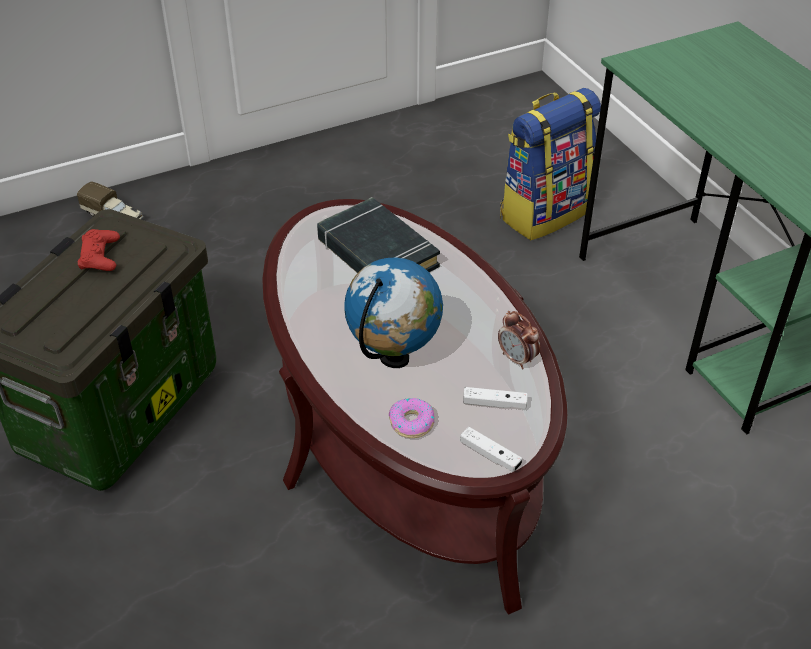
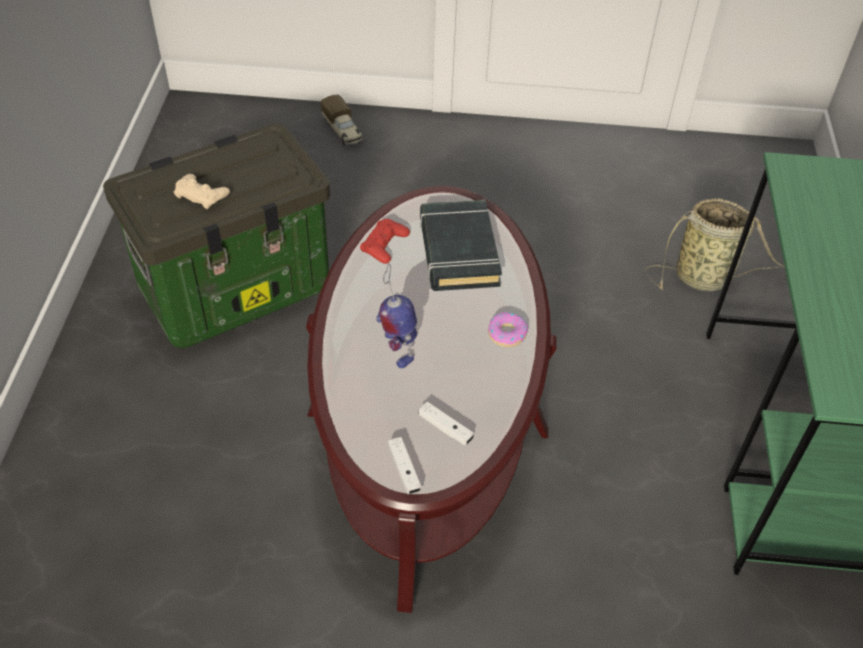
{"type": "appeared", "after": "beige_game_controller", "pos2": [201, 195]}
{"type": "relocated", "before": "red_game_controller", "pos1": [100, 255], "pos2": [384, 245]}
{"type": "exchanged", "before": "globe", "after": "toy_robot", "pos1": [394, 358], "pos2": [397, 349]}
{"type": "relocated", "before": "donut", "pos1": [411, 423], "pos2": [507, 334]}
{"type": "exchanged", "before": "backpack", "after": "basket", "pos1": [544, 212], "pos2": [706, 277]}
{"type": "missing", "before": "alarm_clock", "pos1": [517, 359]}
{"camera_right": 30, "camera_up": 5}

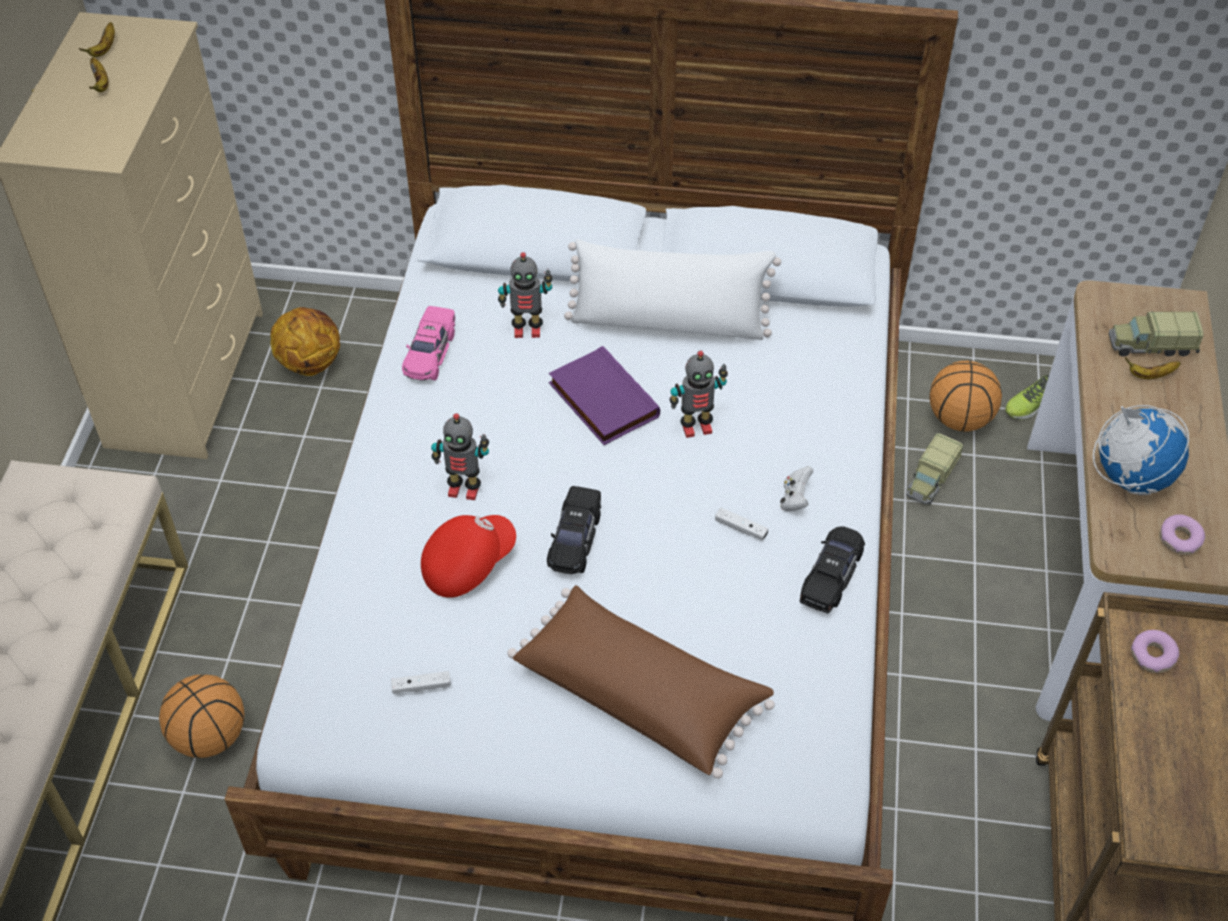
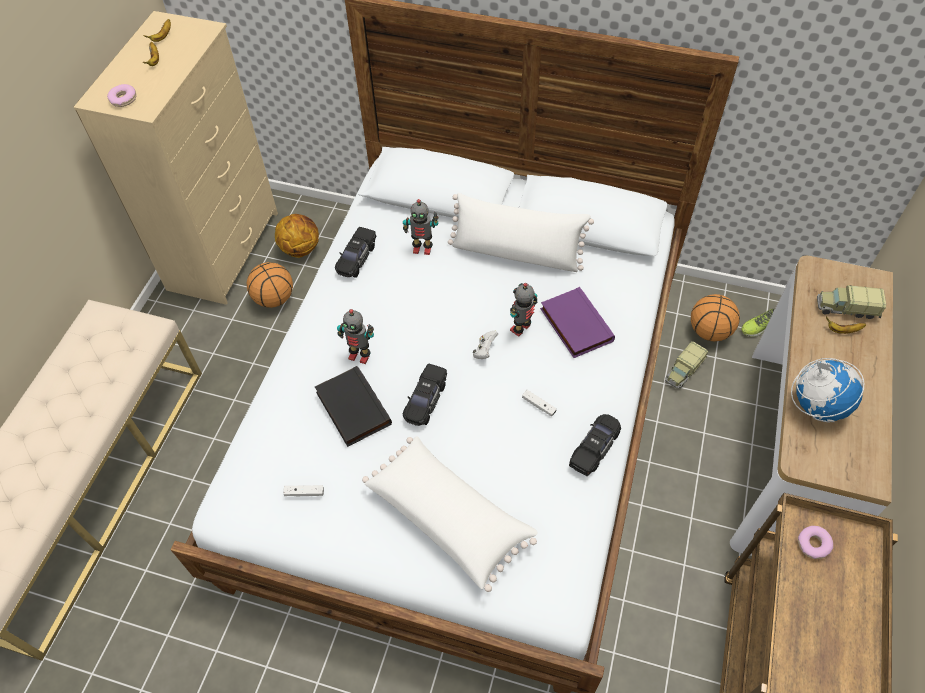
{"type": "relocated", "before": "donut", "pos1": [1179, 539], "pos2": [123, 99]}
{"type": "relocated", "before": "basketball", "pos1": [210, 735], "pos2": [274, 298]}
{"type": "exchanged", "before": "red_cap", "after": "black_book", "pos1": [467, 563], "pos2": [351, 408]}
{"type": "colour", "before": "pink_toy_car", "after": "black_toy_car", "pos1": [430, 353], "pos2": [356, 258]}
{"type": "colour", "before": "brown_pillow", "after": "white_pillow", "pos1": [640, 693], "pos2": [449, 516]}
{"type": "relocated", "before": "white_game_controller", "pos1": [795, 499], "pos2": [484, 351]}
{"type": "spun", "before": "toy_robot", "pos1": [696, 427], "pos2": [521, 329], "turn": 135}
{"type": "relocated", "before": "purple_book", "pos1": [601, 400], "pos2": [574, 325]}
{"camera_right": 10, "camera_up": 5}

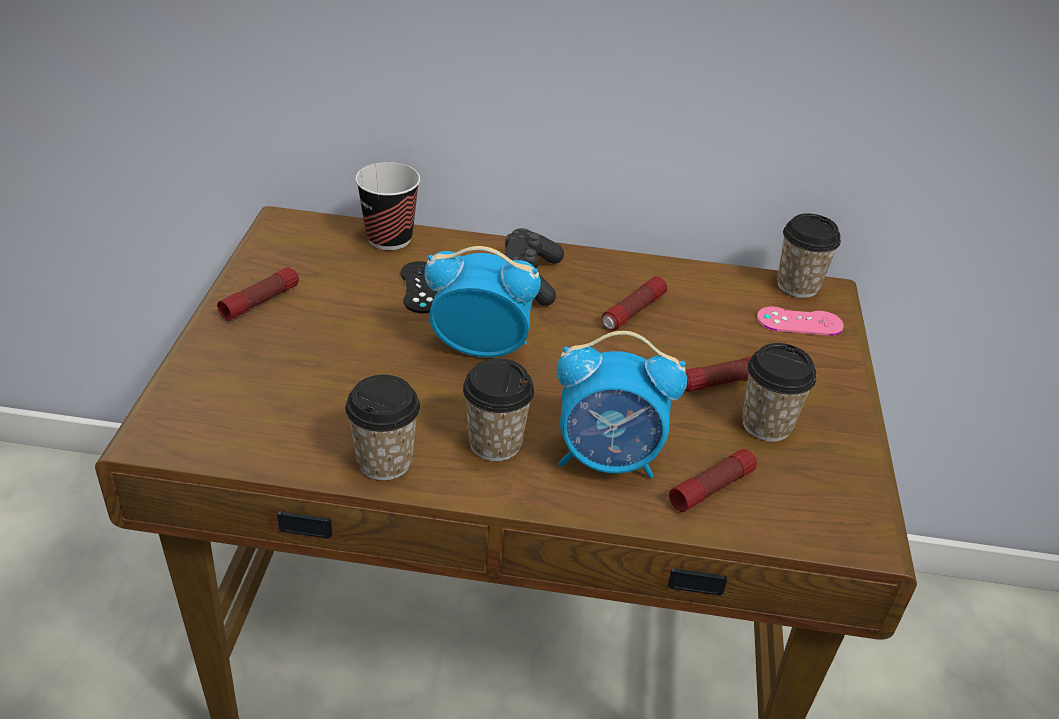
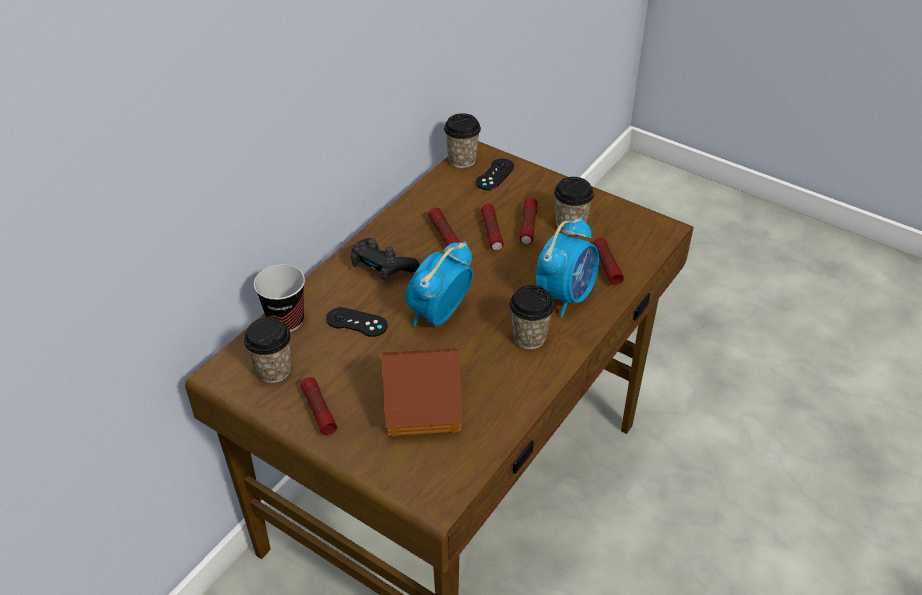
{"type": "relocated", "before": "cup", "pos1": [384, 461], "pos2": [273, 370]}
{"type": "appeared", "after": "toy_house", "pos2": [424, 404]}
{"type": "colour", "before": "pink_game_controller", "after": "black_game_controller", "pos1": [799, 322], "pos2": [495, 174]}
{"type": "appeared", "after": "flashlight", "pos2": [492, 232]}
{"camera_right": -60, "camera_up": 5}

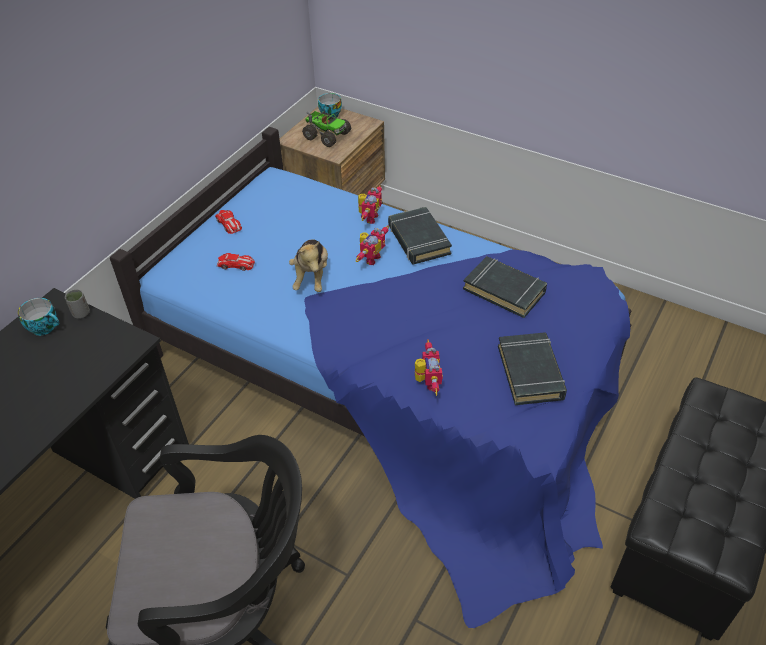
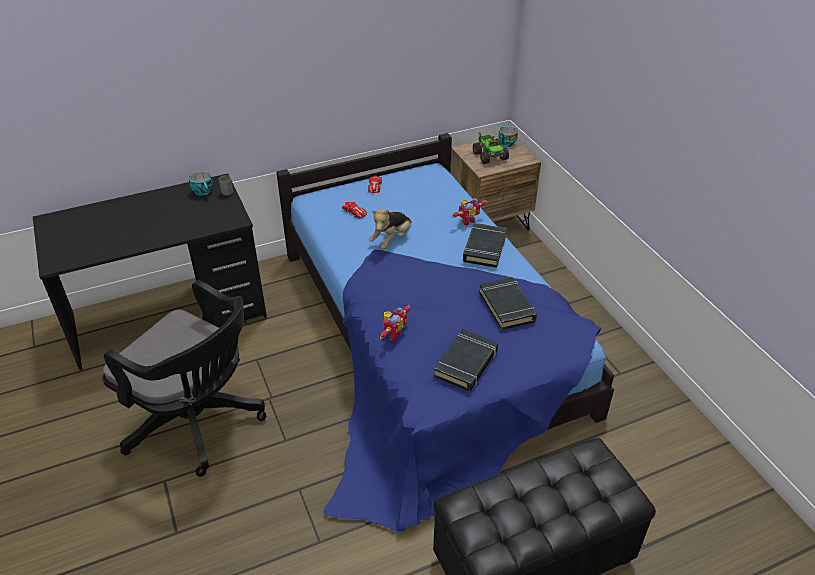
{"type": "missing", "before": "toy_robot", "pos1": [370, 258]}
{"camera_right": 35, "camera_up": -5}

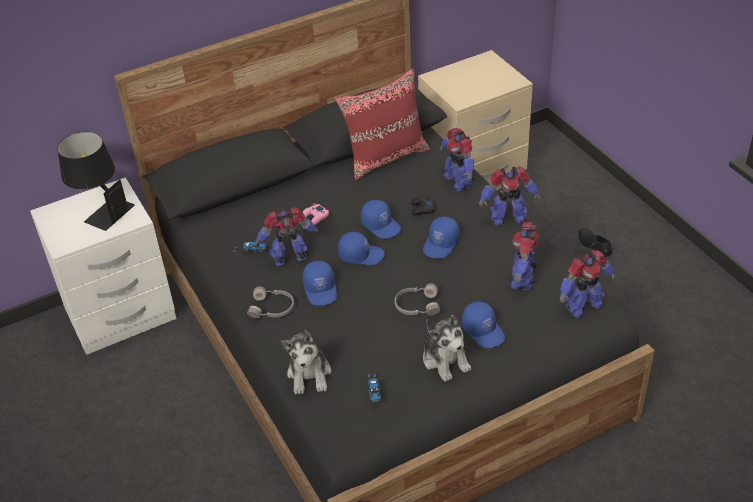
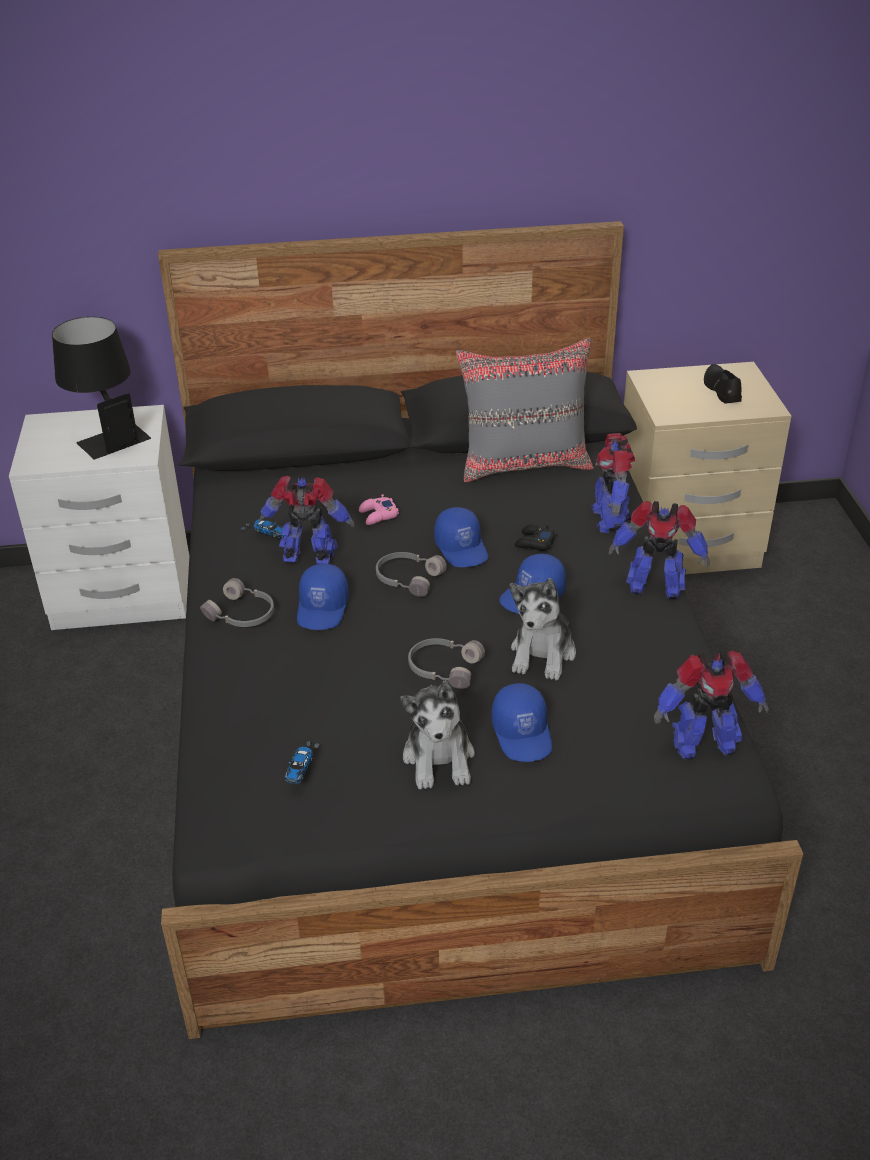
{"type": "exchanged", "before": "blue_cap", "after": "grey_headphones", "pos1": [361, 255], "pos2": [408, 578]}
{"type": "colour", "before": "red_pillow", "after": "grey_pillow", "pos1": [386, 157], "pos2": [525, 464]}
{"type": "relocated", "before": "plush_toy", "pos1": [309, 374], "pos2": [543, 653]}
{"type": "relocated", "before": "black_shoe", "pos1": [594, 245], "pos2": [721, 389]}
{"type": "missing", "before": "toy_robot", "pos1": [523, 278]}
{"camera_right": 20, "camera_up": -5}

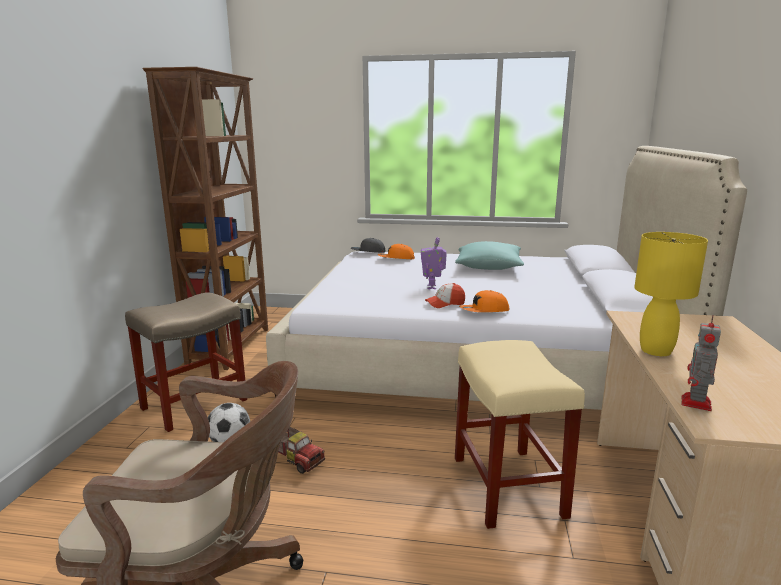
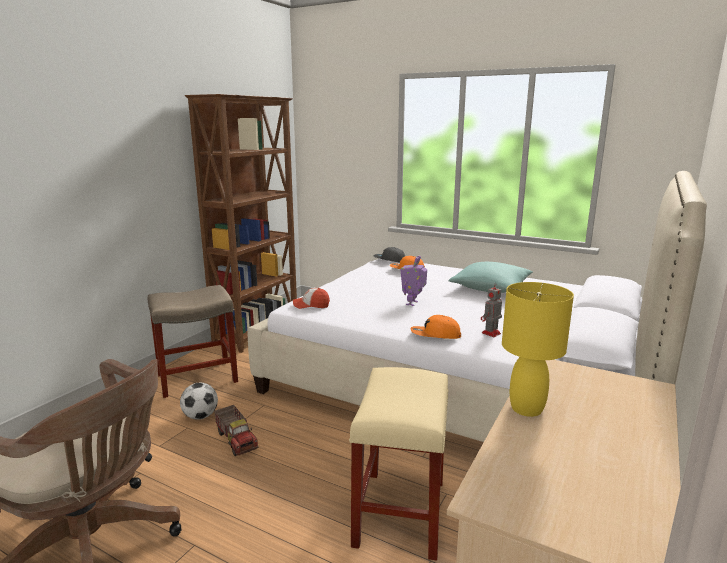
{"type": "relocated", "before": "cap", "pos1": [445, 303], "pos2": [311, 305]}
{"type": "relocated", "before": "toy_robot", "pos1": [696, 404], "pos2": [490, 333]}
{"camera_right": 20, "camera_up": 0}

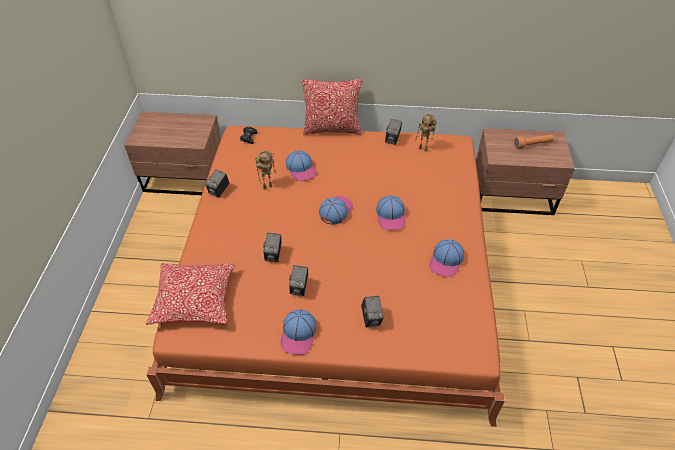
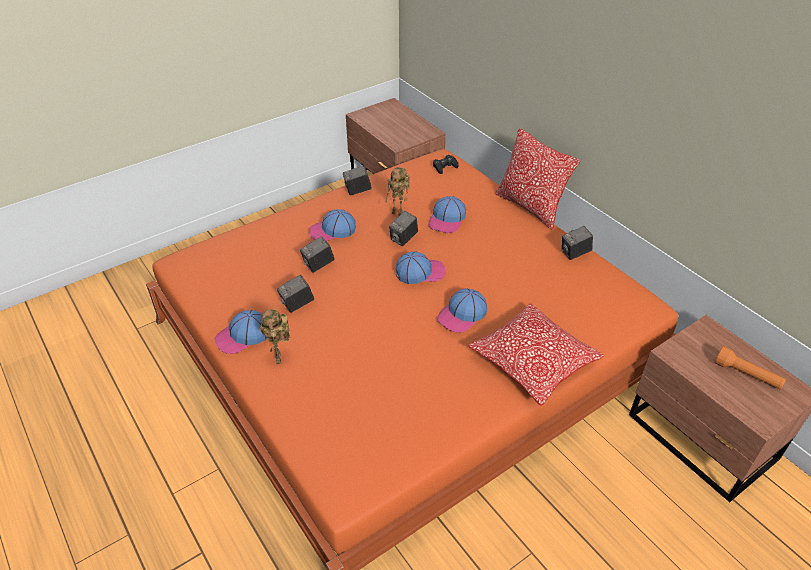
{"type": "relocated", "before": "toy_robot", "pos1": [424, 149], "pos2": [280, 359]}
{"type": "relocated", "before": "cap", "pos1": [446, 261], "pos2": [332, 230]}
{"type": "relocated", "before": "photo_camera", "pos1": [371, 318], "pos2": [403, 239]}
{"type": "relocated", "before": "pillow", "pos1": [195, 300], "pos2": [533, 362]}
{"camera_right": 50, "camera_up": -5}

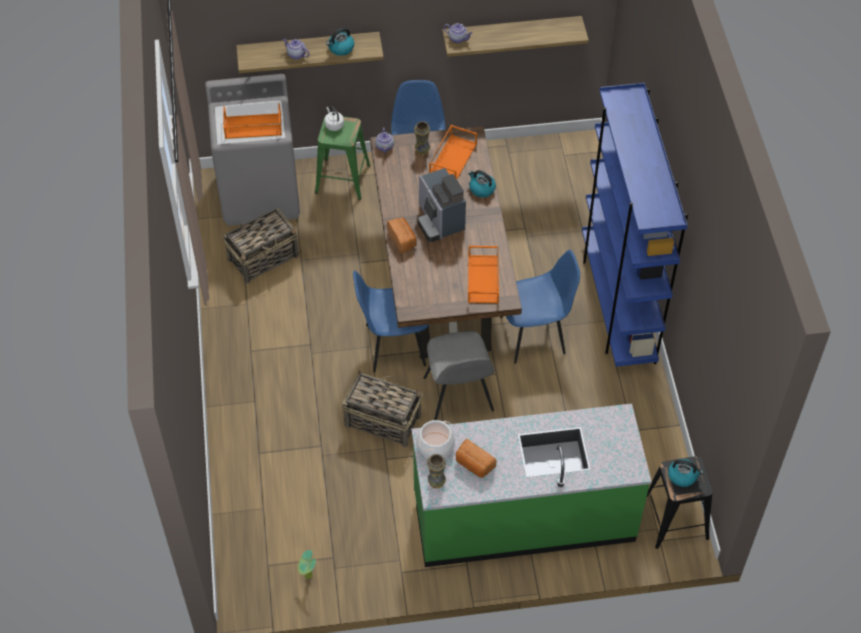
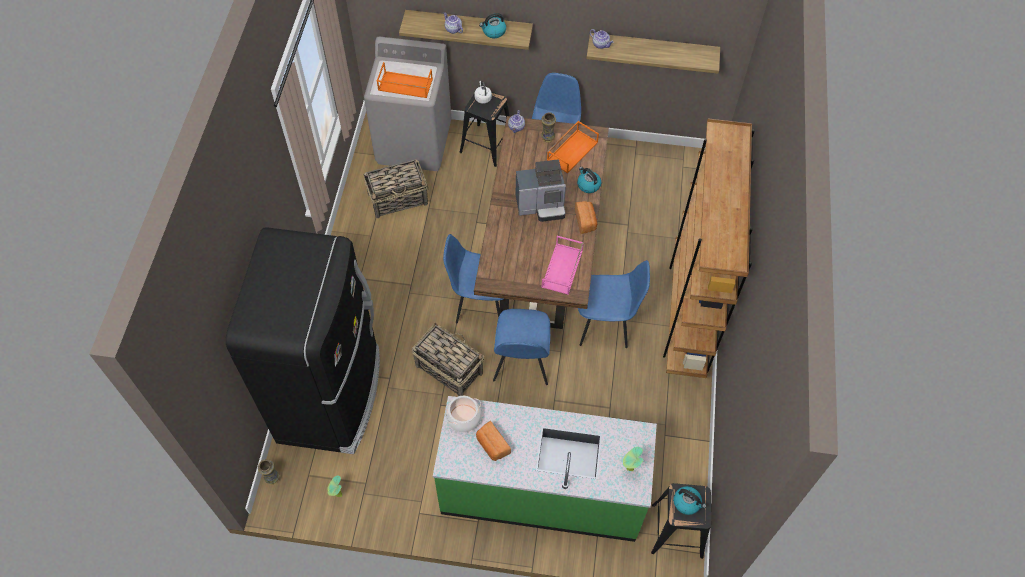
{"type": "appeared", "after": "black_fridge", "pos2": [331, 394]}
{"type": "relocated", "before": "vase", "pos1": [436, 482], "pos2": [272, 478]}
{"type": "colour", "before": "green_stool", "after": "black_stool", "pos1": [342, 178], "pos2": [486, 145]}
{"type": "colour", "before": "grey_chair", "after": "blue_chair", "pos1": [458, 396], "pos2": [521, 363]}
{"type": "spun", "before": "coffee_machine", "pos1": [439, 221], "pos2": [541, 206], "turn": -90}
{"type": "colour", "before": "orange_tray", "after": "pink_tray", "pos1": [484, 279], "pos2": [562, 269]}
{"type": "relocated", "before": "bread", "pos1": [402, 239], "pos2": [585, 221]}
{"type": "appeared", "after": "potted_plant", "pos2": [629, 470]}
{"type": "colour", "before": "blue_bookcase", "after": "brown_bookcase", "pos1": [617, 304], "pos2": [688, 314]}
{"camera_right": 15, "camera_up": 5}

